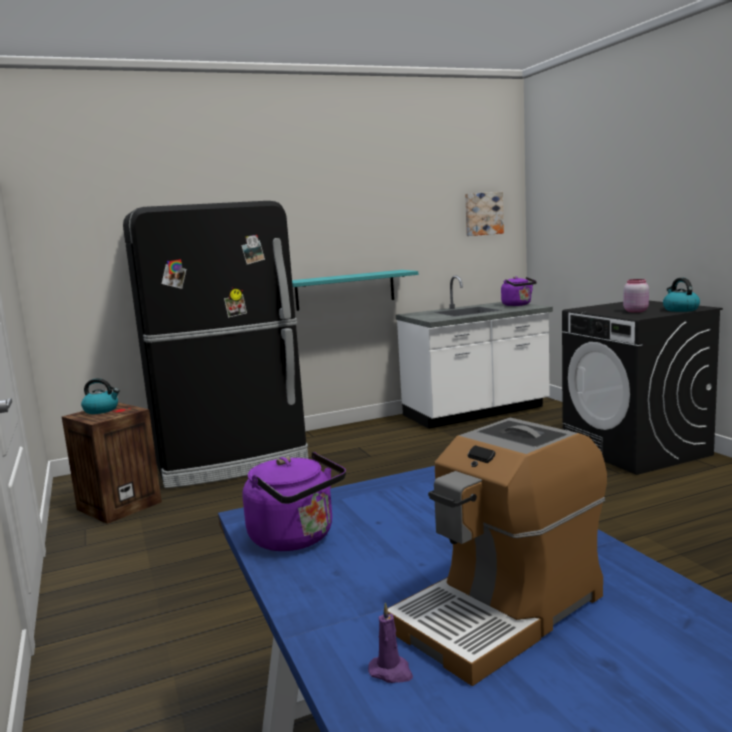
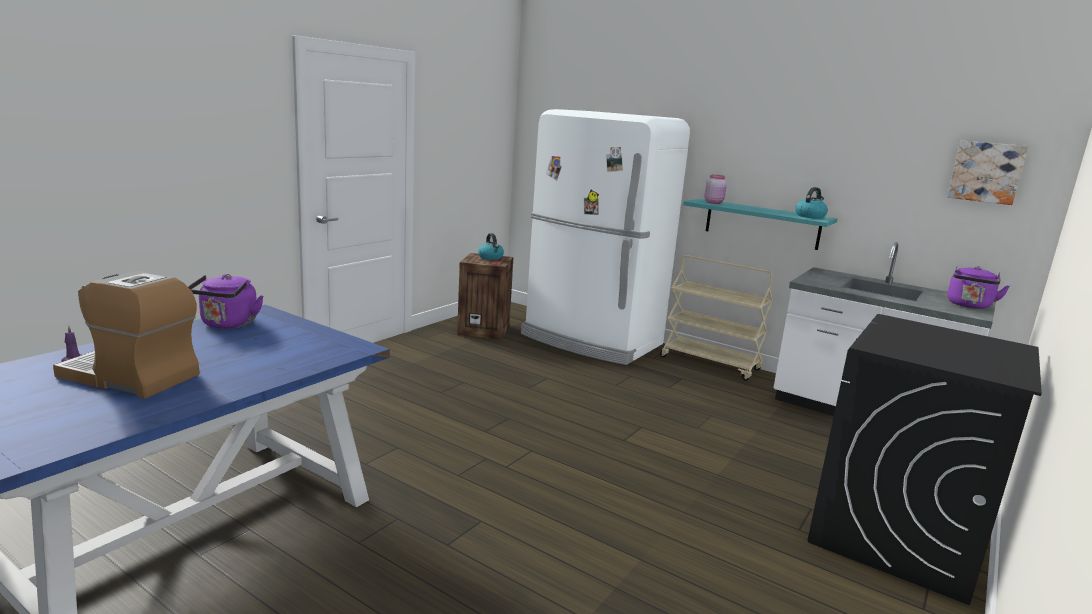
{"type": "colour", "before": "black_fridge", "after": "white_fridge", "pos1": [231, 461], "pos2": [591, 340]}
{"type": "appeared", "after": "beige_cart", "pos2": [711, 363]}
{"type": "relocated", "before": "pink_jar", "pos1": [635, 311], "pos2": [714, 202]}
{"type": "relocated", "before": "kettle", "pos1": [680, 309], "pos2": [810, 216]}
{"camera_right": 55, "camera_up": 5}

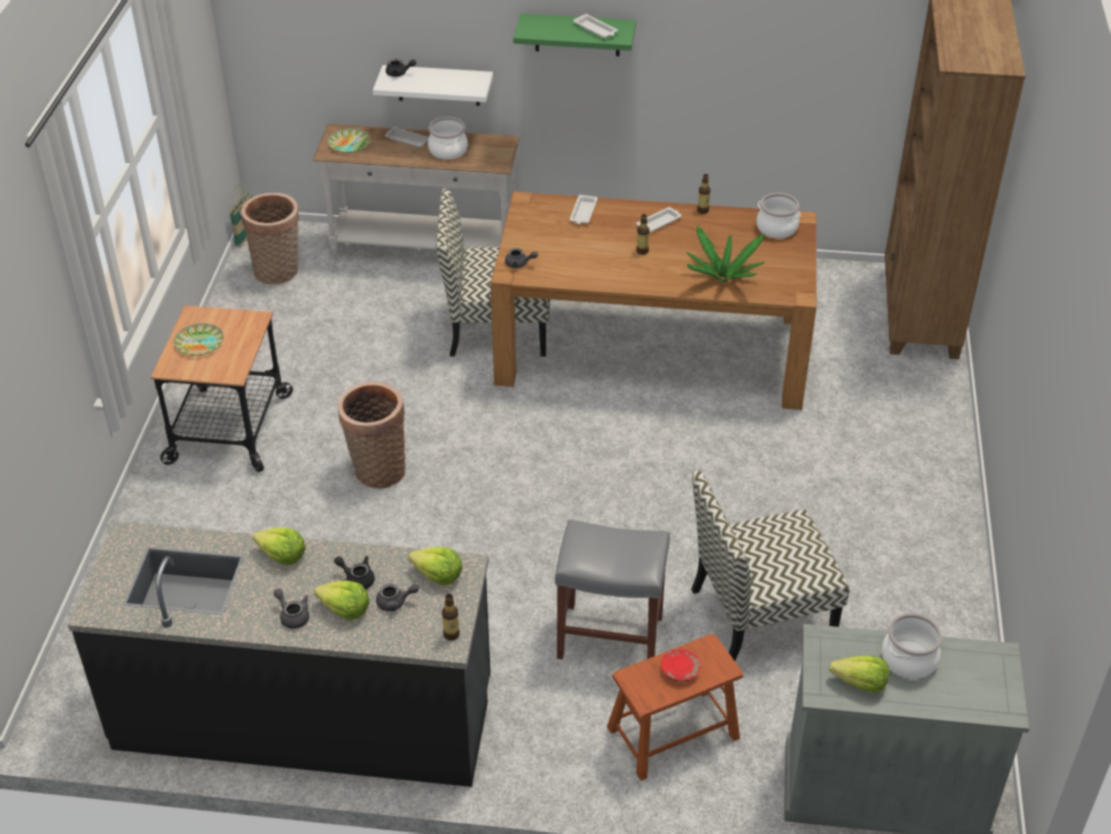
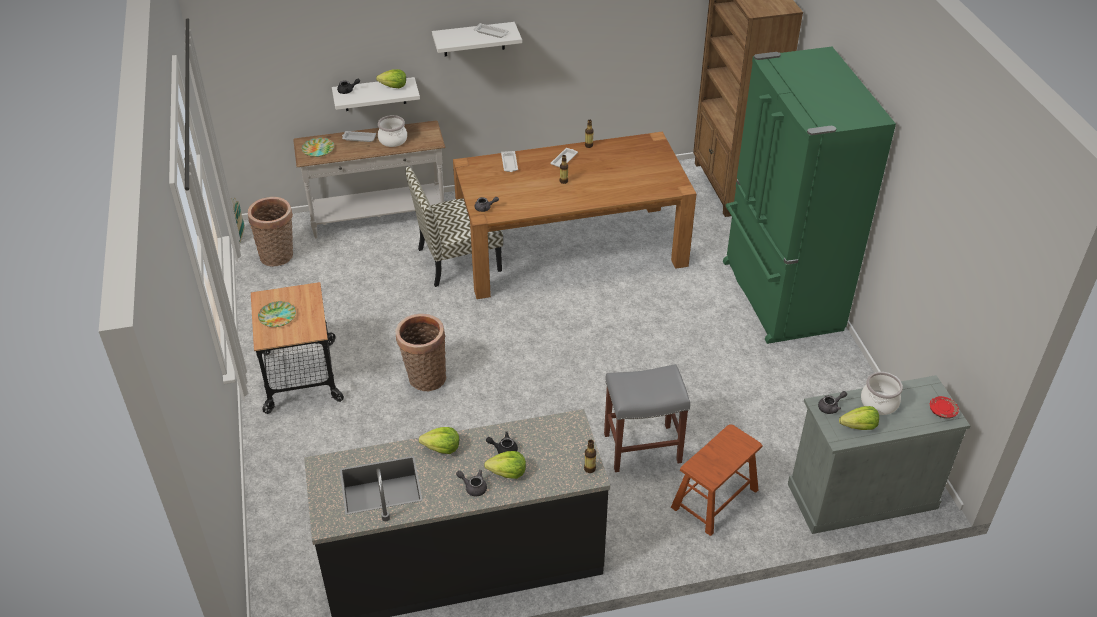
{"type": "relocated", "before": "lettuce", "pos1": [438, 575], "pos2": [393, 86]}
{"type": "colour", "before": "green_shelf", "after": "white_shelf", "pos1": [577, 34], "pos2": [474, 39]}
{"type": "appeared", "after": "green_fridge", "pos2": [778, 296]}
{"type": "relocated", "before": "grey_teapot", "pos1": [395, 602], "pos2": [830, 407]}
{"type": "relocated", "before": "red_plate", "pos1": [680, 670], "pos2": [942, 411]}
{"type": "missing", "before": "potted_plant", "pos1": [723, 277]}
{"type": "missing", "before": "chair", "pos1": [759, 616]}
{"type": "missing", "before": "cooking_pot", "pos1": [776, 228]}
{"camera_right": -20, "camera_up": 0}

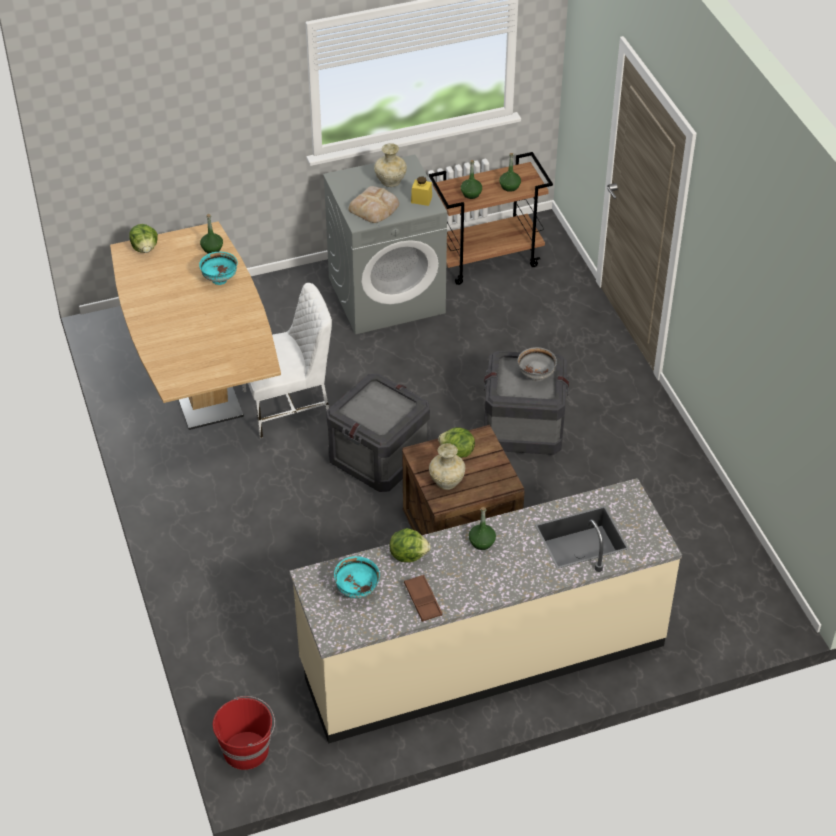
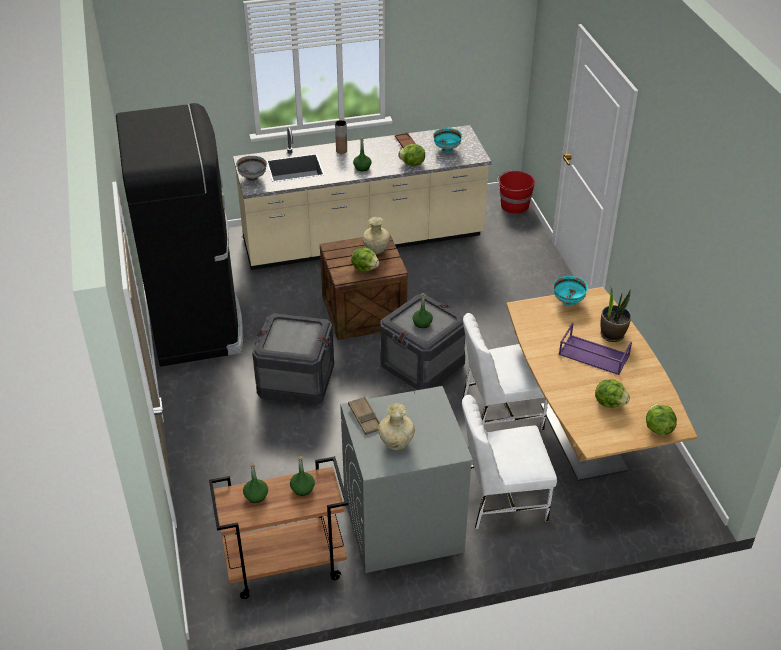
{"type": "appeared", "after": "black_fridge", "pos2": [196, 321]}
{"type": "relocated", "before": "grey_bowl", "pos1": [536, 376], "pos2": [253, 178]}
{"type": "appeared", "after": "brown_vase", "pos2": [341, 150]}
{"type": "exchanged", "before": "yellow_jar", "after": "brown_tray", "pos1": [421, 199], "pos2": [365, 418]}
{"type": "relocated", "before": "green_bottle", "pos1": [212, 248], "pos2": [422, 323]}
{"type": "appeared", "after": "white_chair", "pos2": [501, 500]}
{"type": "relocated", "before": "turquoise_bowl", "pos1": [219, 279], "pos2": [568, 302]}
{"type": "appeared", "after": "purple_tray", "pos2": [593, 355]}
{"type": "appeared", "after": "lettuce", "pos2": [610, 402]}
{"type": "appeared", "after": "potted_plant", "pos2": [612, 334]}
{"type": "missing", "before": "bread", "pos1": [375, 207]}
{"camera_right": -175, "camera_up": -5}

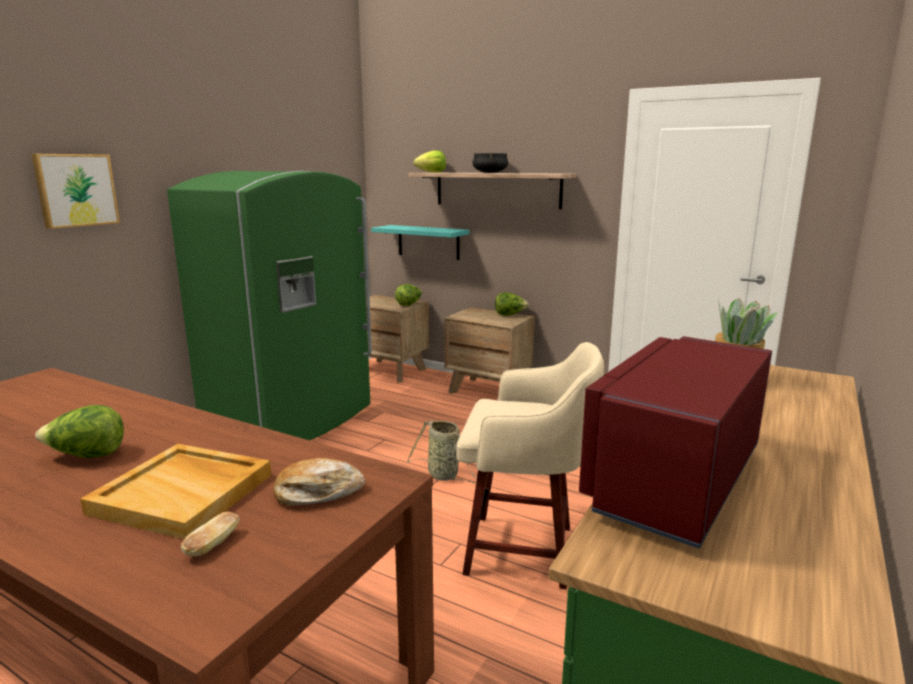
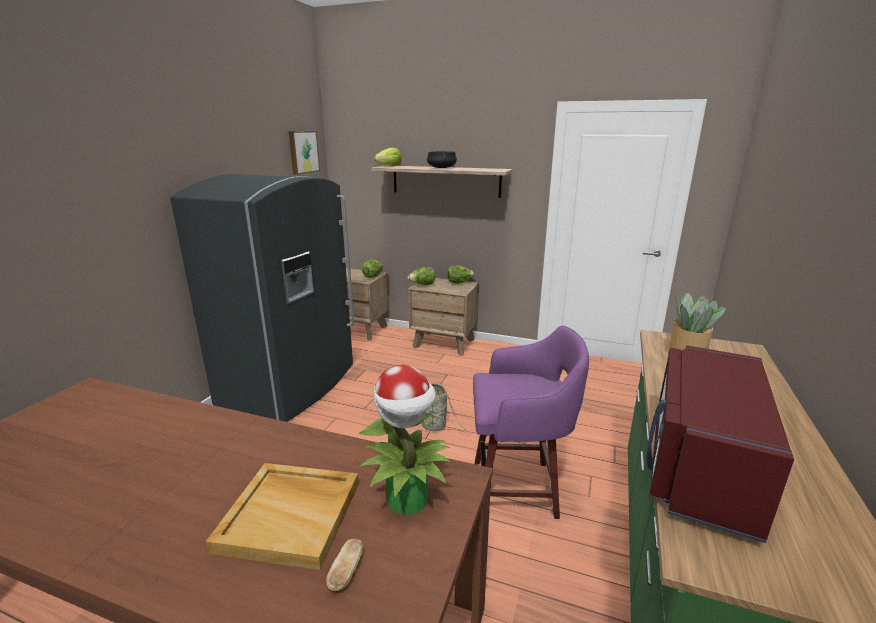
{"type": "colour", "before": "green_fridge", "after": "grey_fridge", "pos1": [292, 421], "pos2": [291, 385]}
{"type": "relocated", "before": "picture", "pos1": [76, 190], "pos2": [303, 152]}
{"type": "exchanged", "before": "bread", "after": "potted_plant", "pos1": [318, 493], "pos2": [408, 500]}
{"type": "relocated", "before": "lettuce", "pos1": [87, 456], "pos2": [422, 285]}
{"type": "colour", "before": "beige_stool", "after": "purple_stool", "pos1": [525, 550], "pos2": [518, 488]}
{"type": "missing", "before": "turquoise_shelf", "pos1": [428, 242]}
{"camera_right": -10, "camera_up": 5}

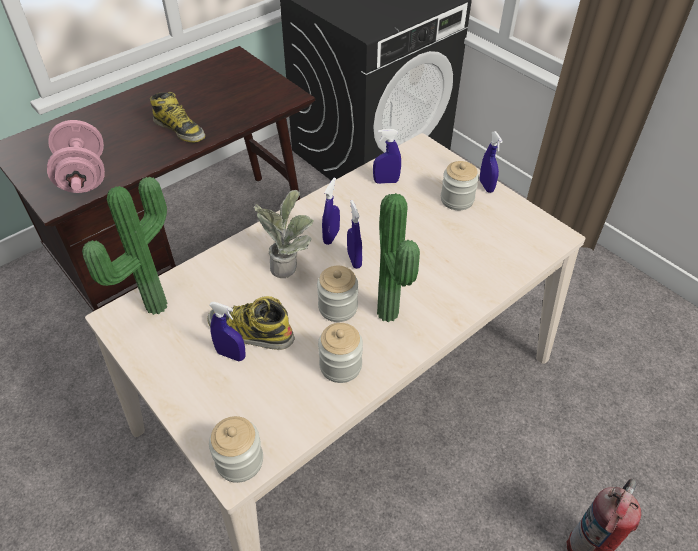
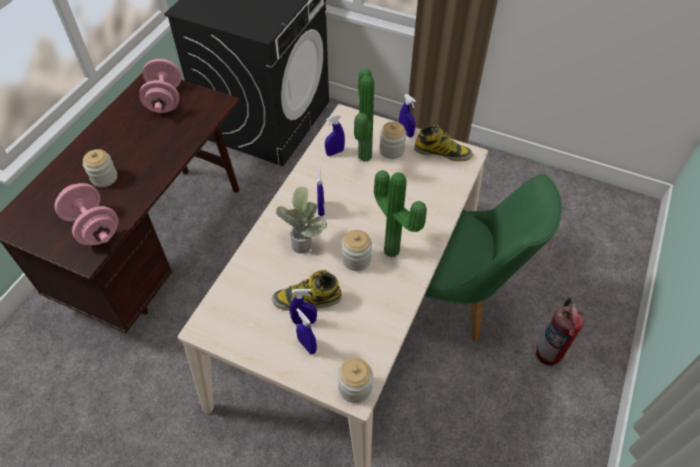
{"type": "relocated", "before": "jar", "pos1": [340, 366], "pos2": [104, 178]}
{"type": "appeared", "after": "pink_dumbbell", "pos2": [165, 100]}
{"type": "relocated", "before": "blue_spray_bottle", "pos1": [354, 260], "pos2": [307, 345]}
{"type": "relocated", "before": "potted_plant", "pos1": [153, 305], "pos2": [362, 156]}
{"type": "relocated", "before": "boot", "pos1": [180, 129], "pos2": [442, 152]}
{"type": "appeared", "after": "green_chair", "pos2": [456, 300]}
{"camera_right": -25, "camera_up": 5}

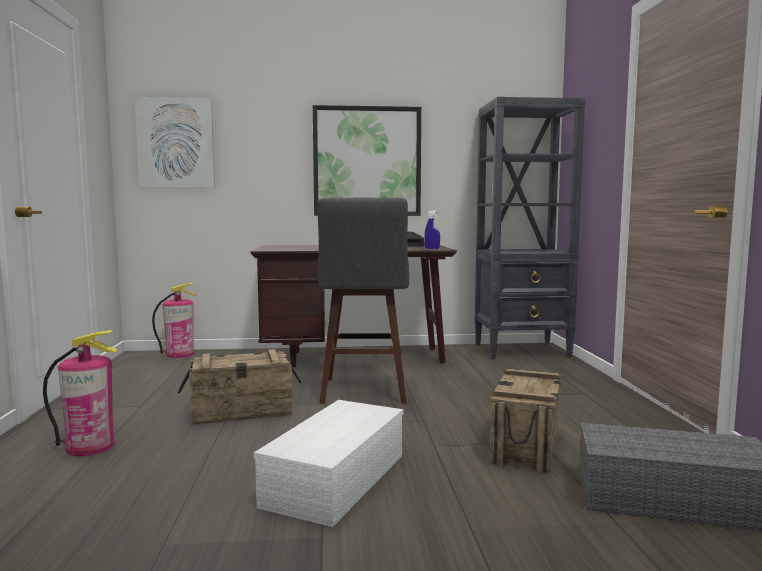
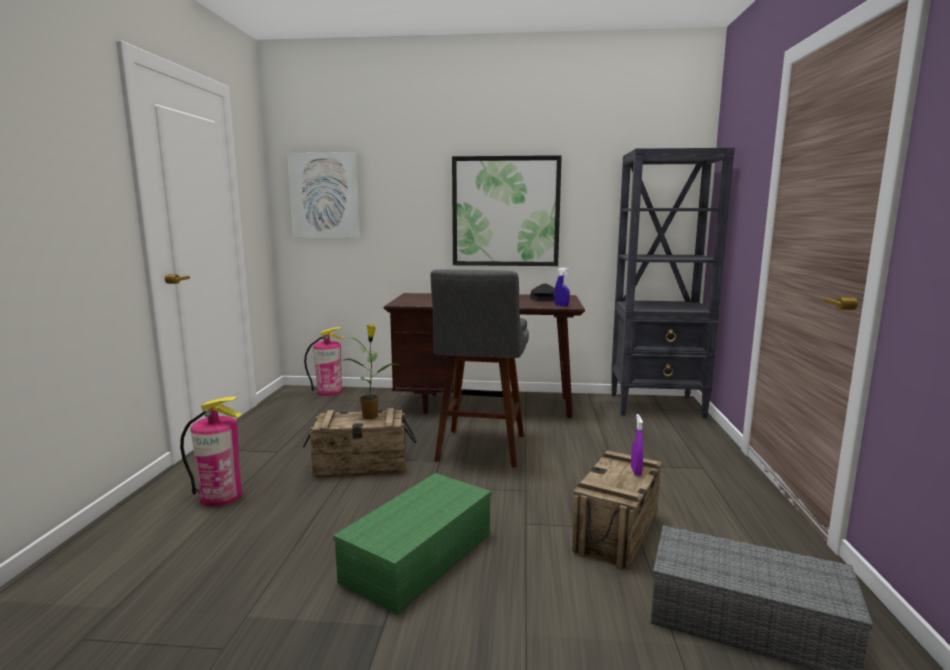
{"type": "colour", "before": "white_storage_box", "after": "green_storage_box", "pos1": [335, 478], "pos2": [419, 555]}
{"type": "appeared", "after": "potted_plant", "pos2": [371, 416]}
{"type": "appeared", "after": "purple_spray_bottle", "pos2": [636, 471]}
{"camera_right": 10, "camera_up": 5}

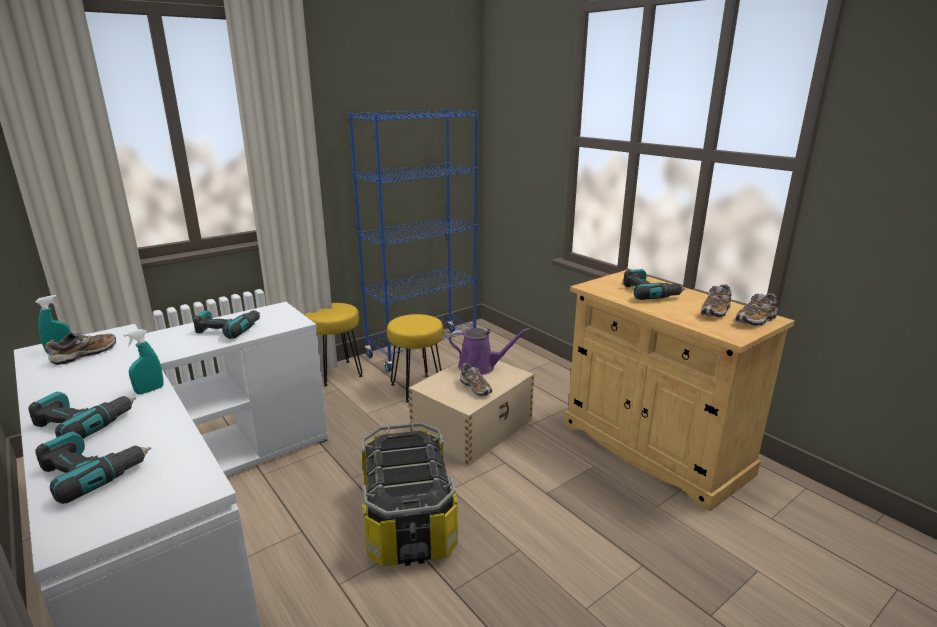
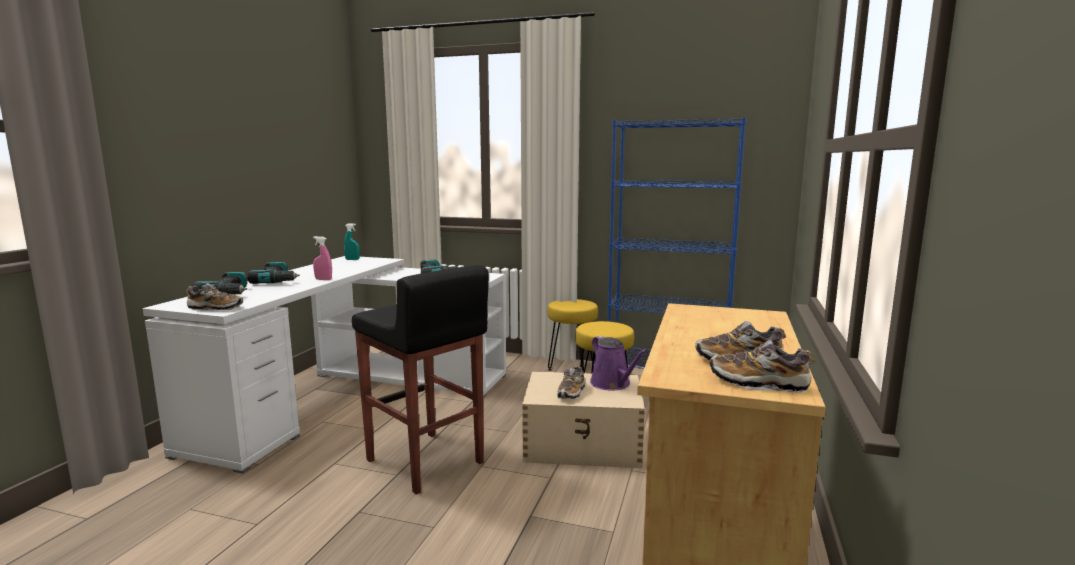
{"type": "relocated", "before": "shoe", "pos1": [84, 355], "pos2": [215, 308]}
{"type": "colour", "before": "turquoise_spray_bottle", "after": "pink_spray_bottle", "pos1": [150, 390], "pos2": [323, 279]}
{"type": "exchanged", "before": "storage_box", "after": "black_stool", "pos1": [409, 519], "pos2": [424, 462]}
{"type": "missing", "before": "power_drill", "pos1": [649, 293]}
{"camera_right": 55, "camera_up": -10}

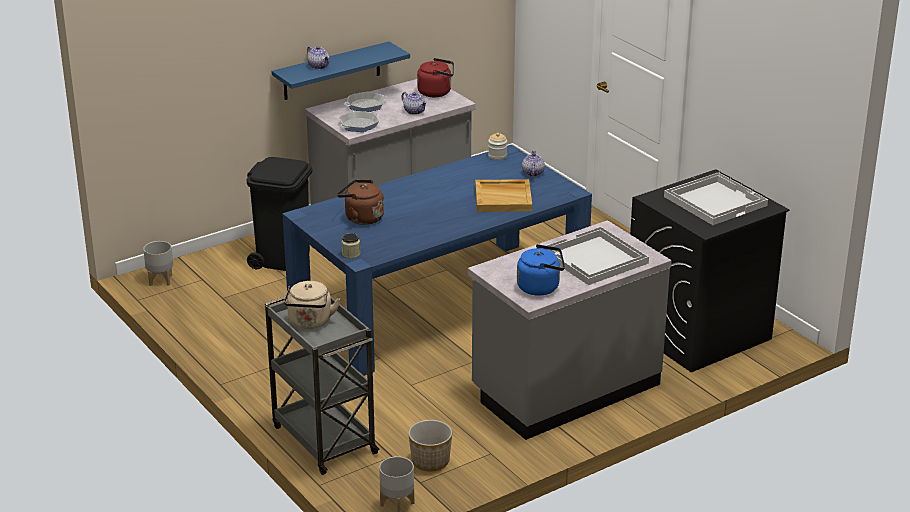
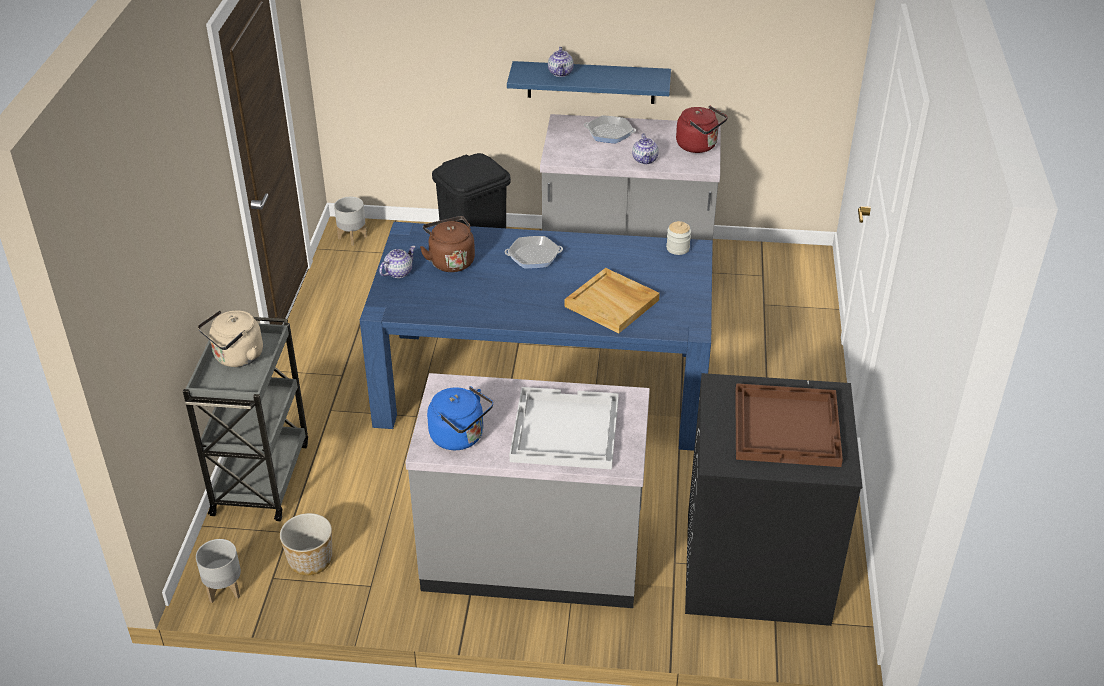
{"type": "relocated", "before": "teapot", "pos1": [532, 173], "pos2": [398, 272]}
{"type": "relocated", "before": "frying_pan", "pos1": [359, 125], "pos2": [533, 256]}
{"type": "colour", "before": "white_tray", "after": "brown_tray", "pos1": [715, 200], "pos2": [787, 426]}
{"type": "missing", "before": "jar", "pos1": [351, 254]}
{"camera_right": 40, "camera_up": 10}

